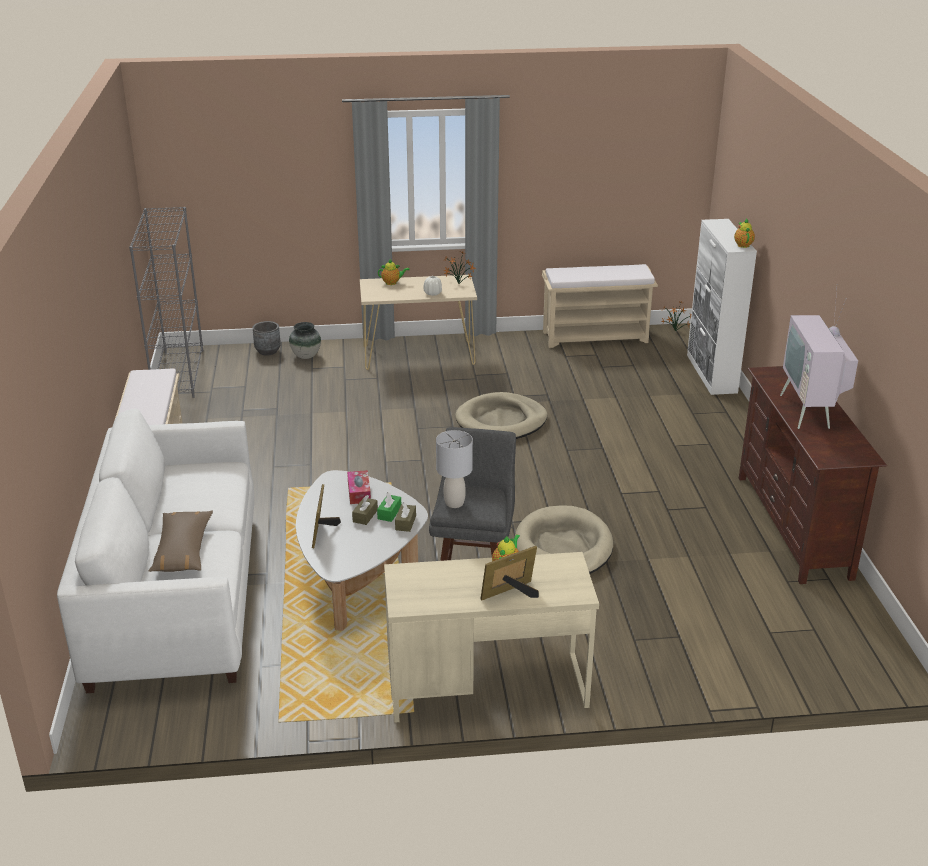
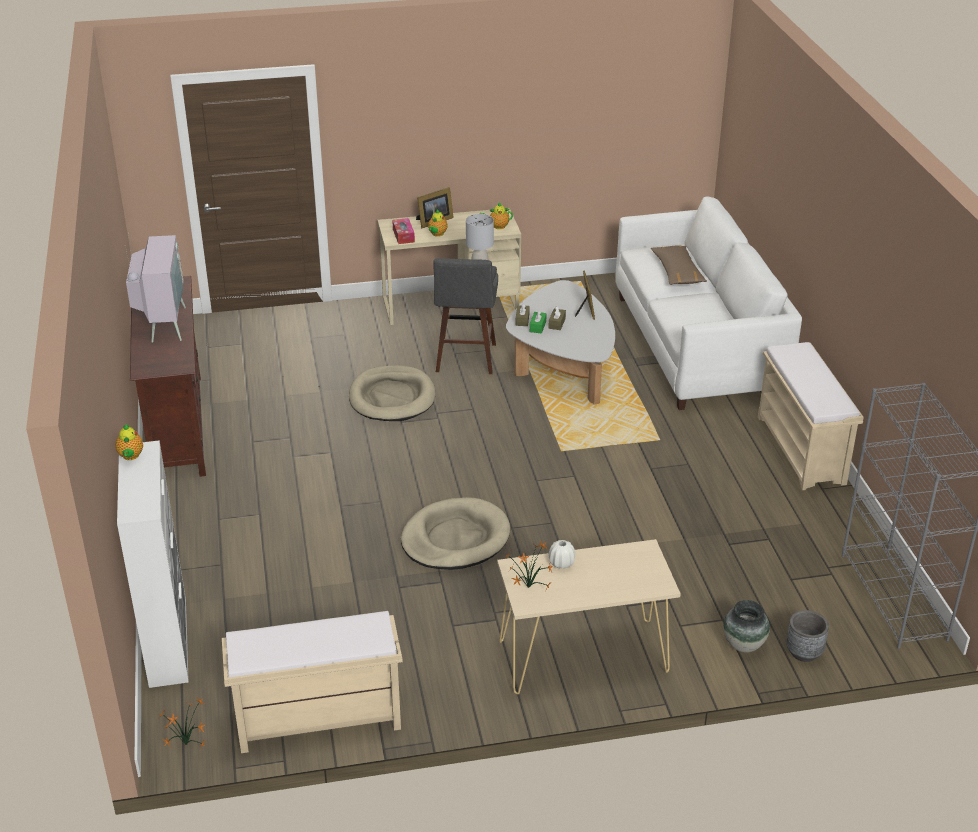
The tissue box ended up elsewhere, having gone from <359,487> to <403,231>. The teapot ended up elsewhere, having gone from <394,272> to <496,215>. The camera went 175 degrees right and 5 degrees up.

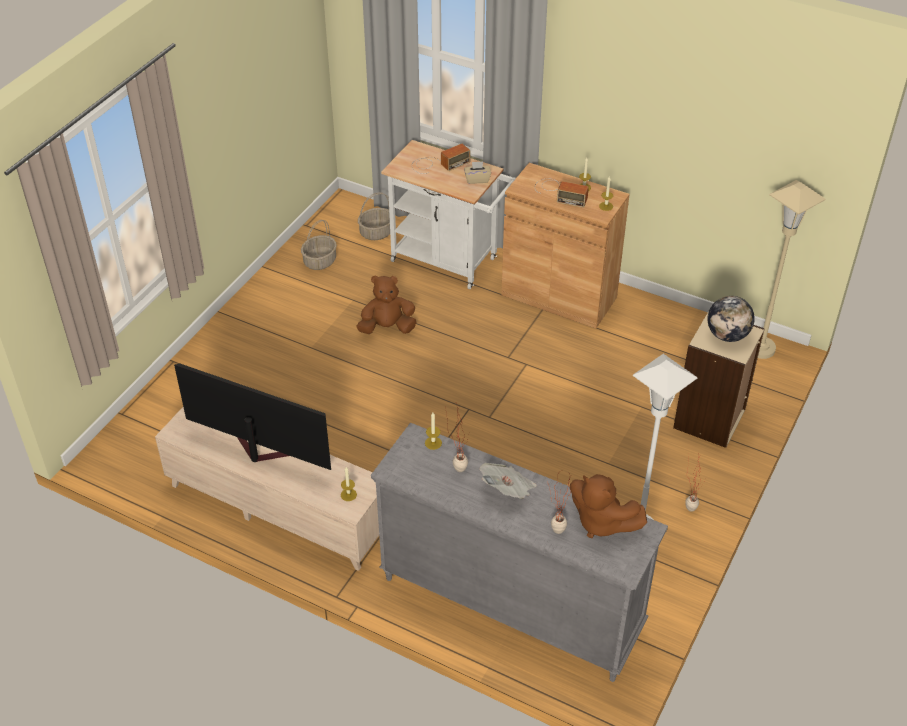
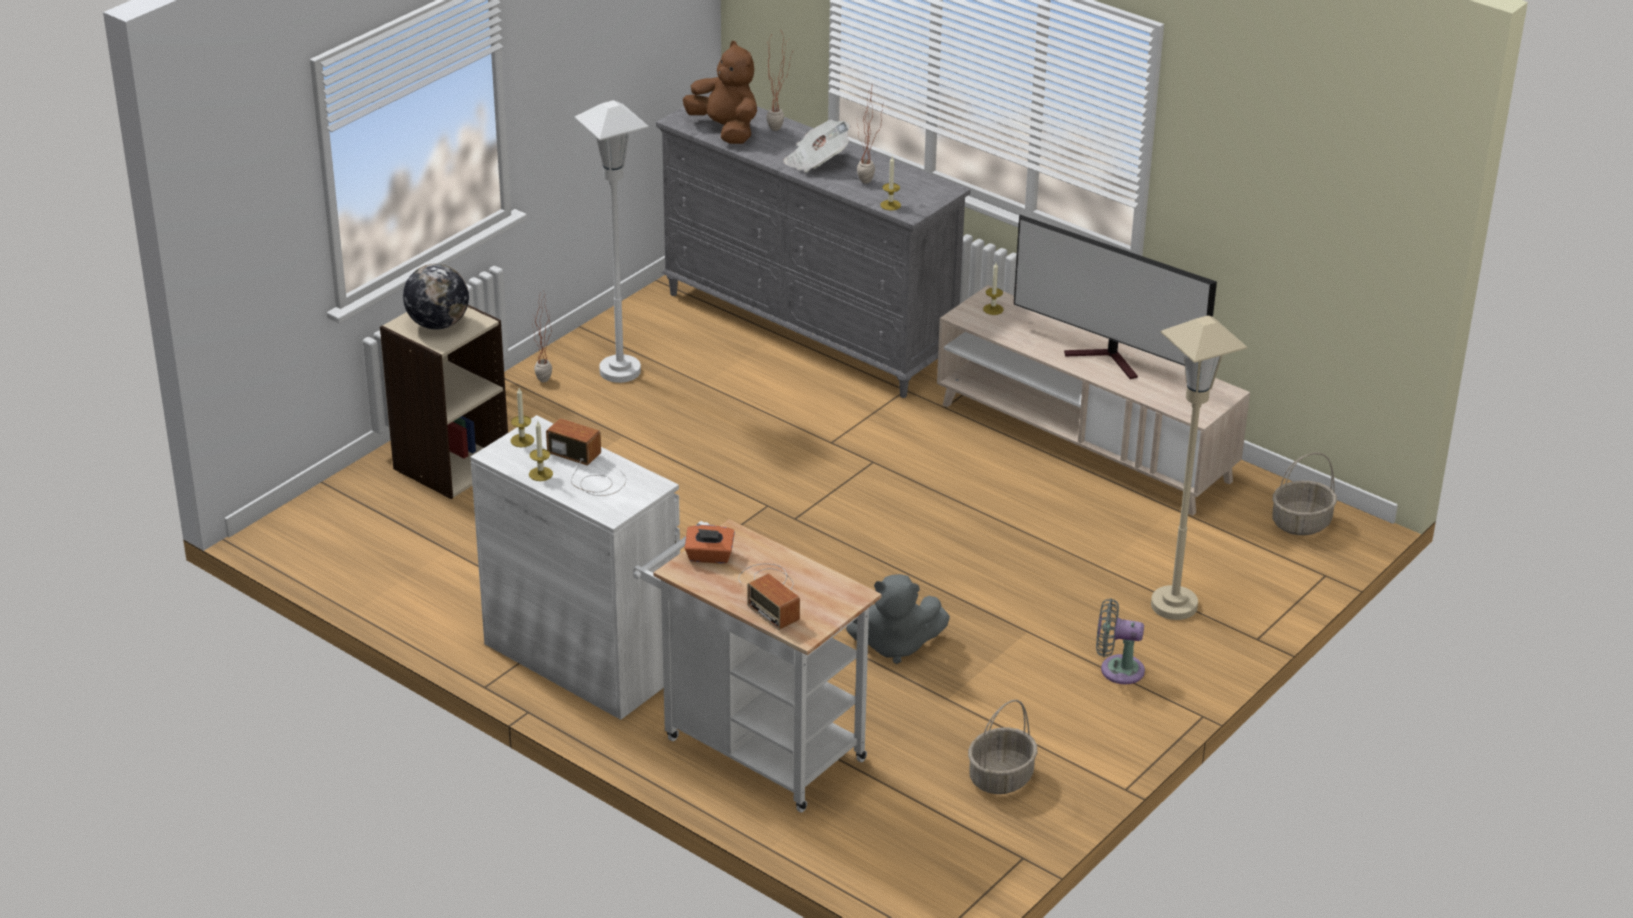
The second view gained the fan (grey) at <1120,641>. The basket ended up elsewhere, having gone from <374,216> to <1305,494>. The floor lamp (beige) ended up elsewhere, having gone from <792,269> to <1199,468>. What was the plush toy (brown) at <386,304> turned into the plush toy (grey) at <898,619>. What was the tissue box (beige) at <477,173> turned into the tissue box (orange) at <709,544>. What was the cabinet (brown) at <565,245> turned into the cabinet (white) at <575,567>. The radio at <441,159> ended up facing another way, 105 degrees counterclockwise from before. The camera went 170 degrees left and 10 degrees down.

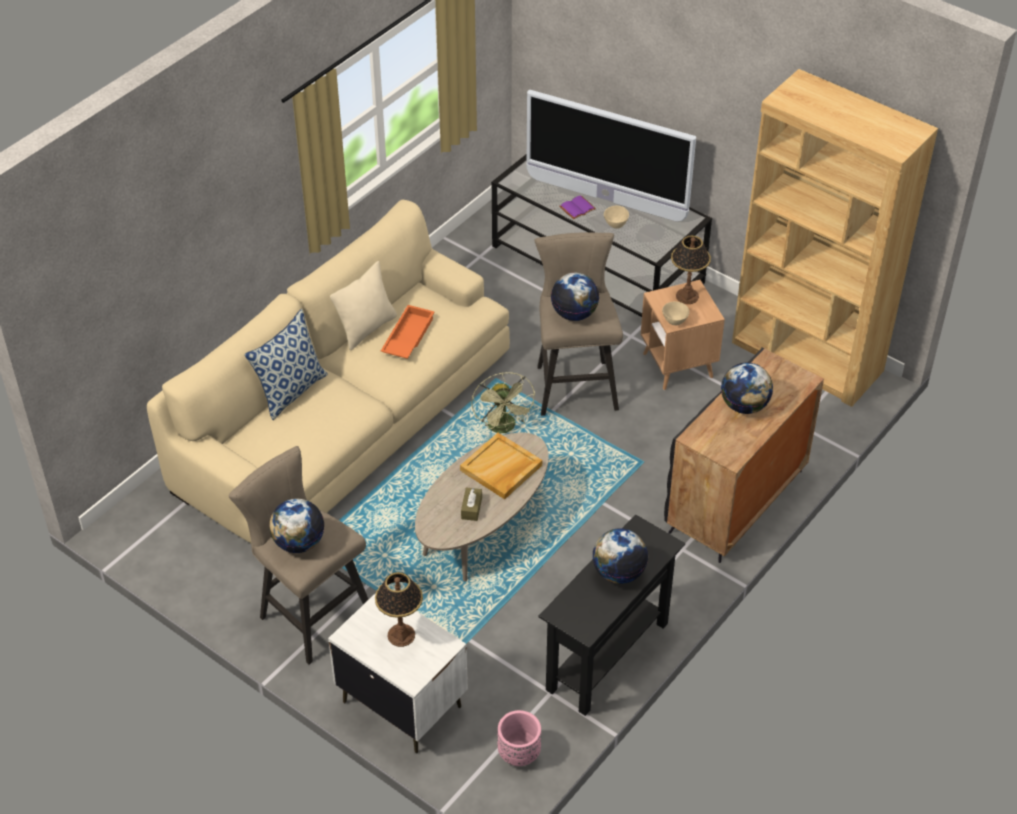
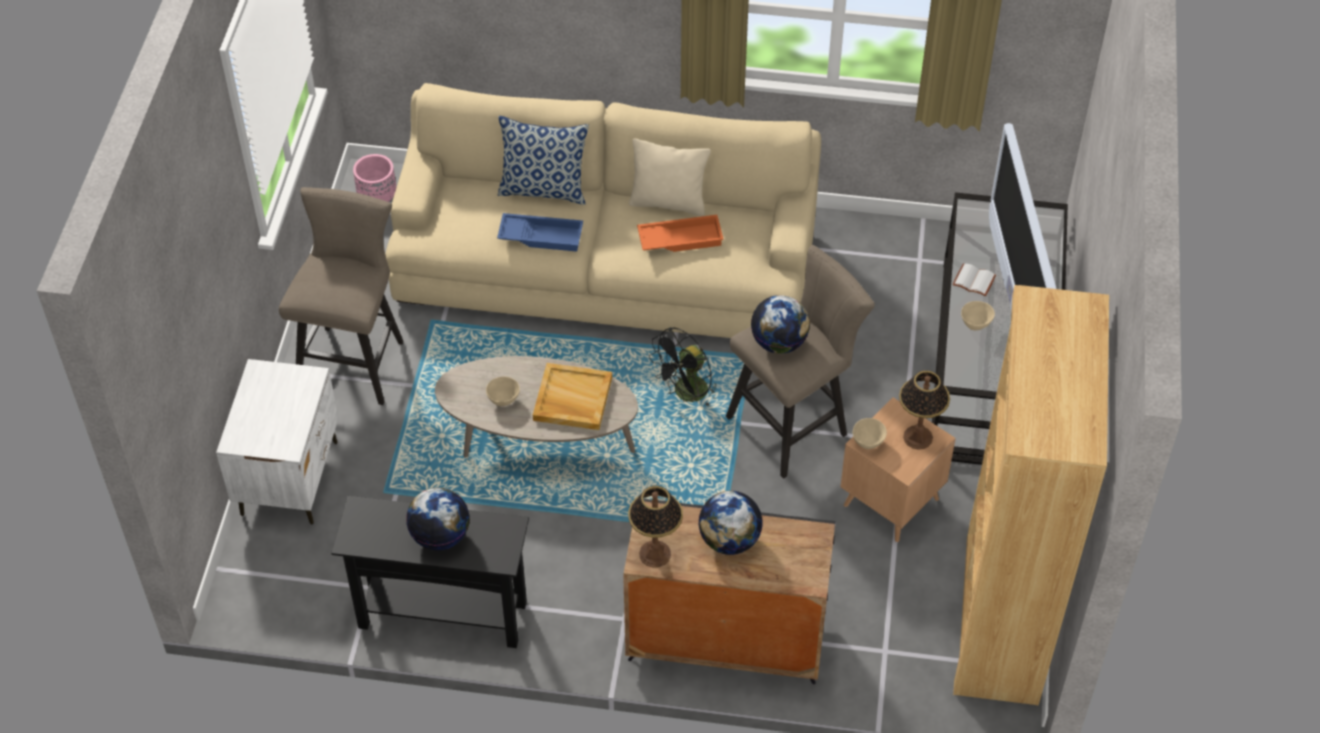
The second view lost the globe at <296,525>. The second view gained the tray (blue) at <540,232>. The table lamp ended up elsewhere, having gone from <399,609> to <655,527>. The planter (pink) ended up elsewhere, having gone from <519,738> to <374,178>. Where the tissue box (brown) stood at <471,504>, the bowl (beige) came to stand at <503,391>. What was the fan (green) at <503,402> turned into the fan (black) at <682,367>. What was the book (purple) at <577,207> turned into the book (white) at <974,280>. The camera went 60 degrees right and 5 degrees up.

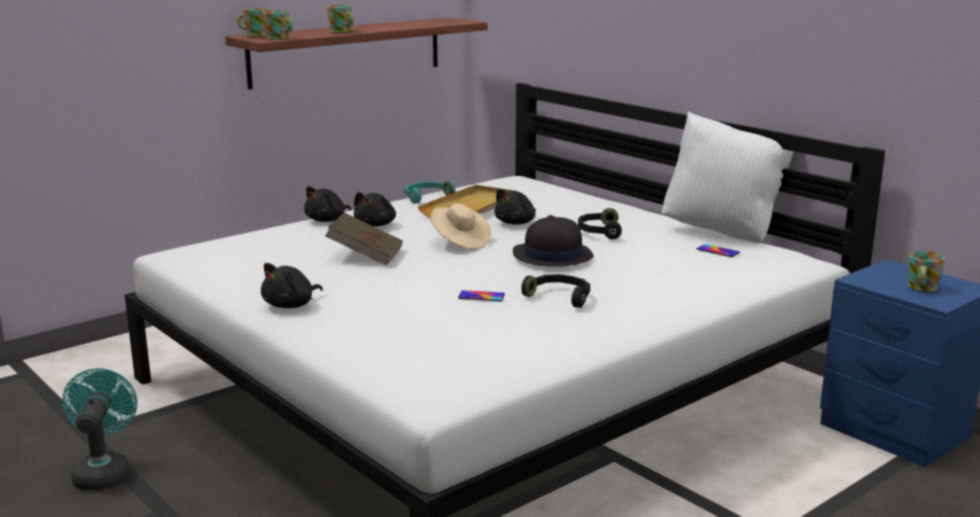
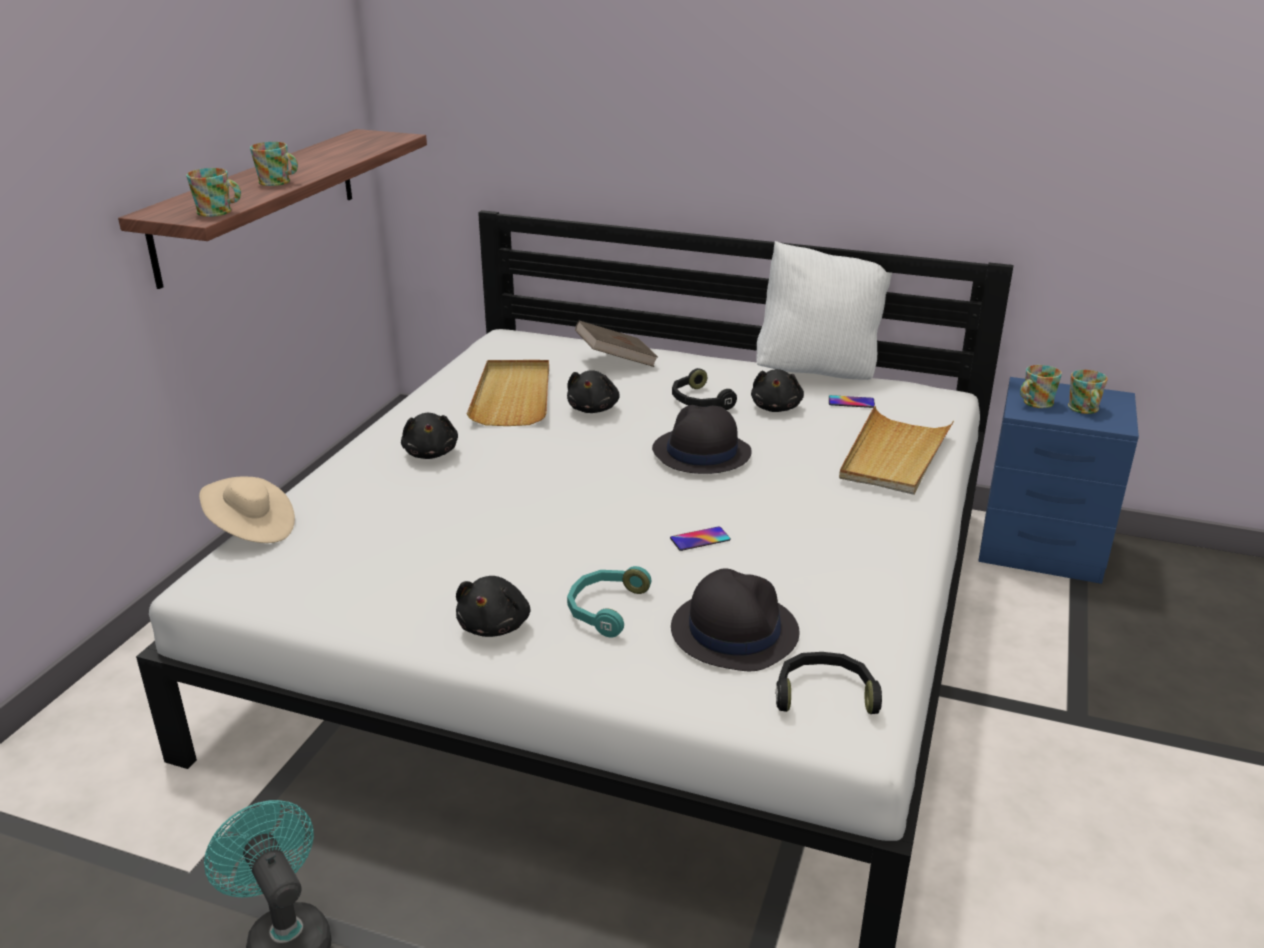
The second view gained the hat (black) at <735,619>. The second view gained the tray (beige) at <896,450>. The mug ended up elsewhere, having gone from <252,22> to <1041,386>. The plush toy (black) ended up elsewhere, having gone from <327,204> to <777,390>. The book (brown) ended up elsewhere, having gone from <364,239> to <616,343>. The headphones (turquoise) ended up elsewhere, having gone from <429,192> to <609,602>. The hat (beige) ended up elsewhere, having gone from <460,226> to <247,510>. The headphones (black) ended up elsewhere, having gone from <555,291> to <829,683>. The camera went 30 degrees left and 10 degrees up.

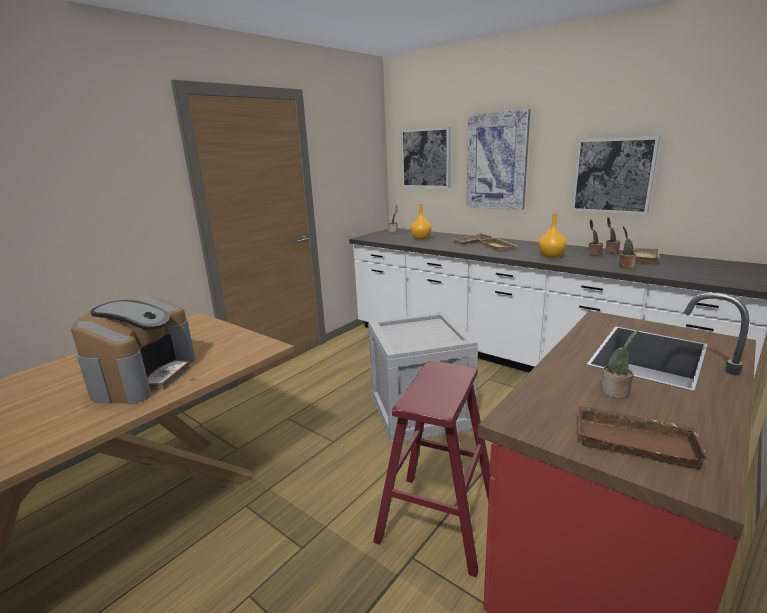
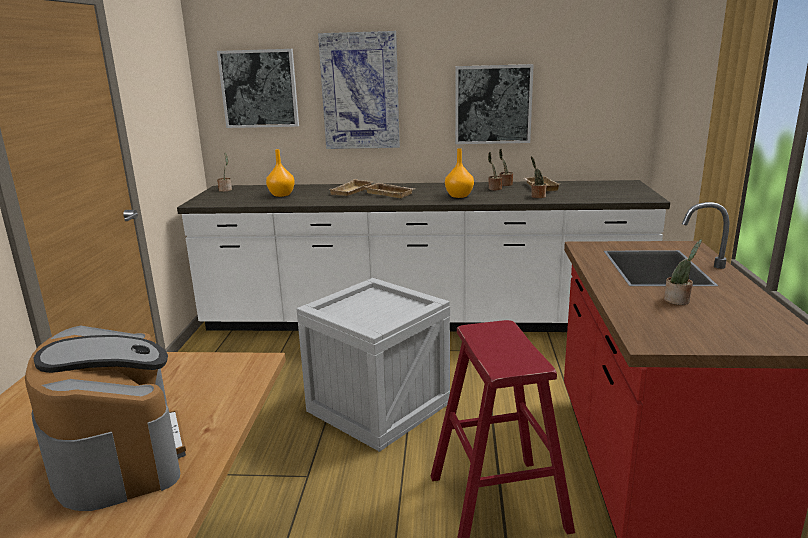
The second view lost the tray (brown) at <643,437>. The camera went 35 degrees left and 0 degrees up.

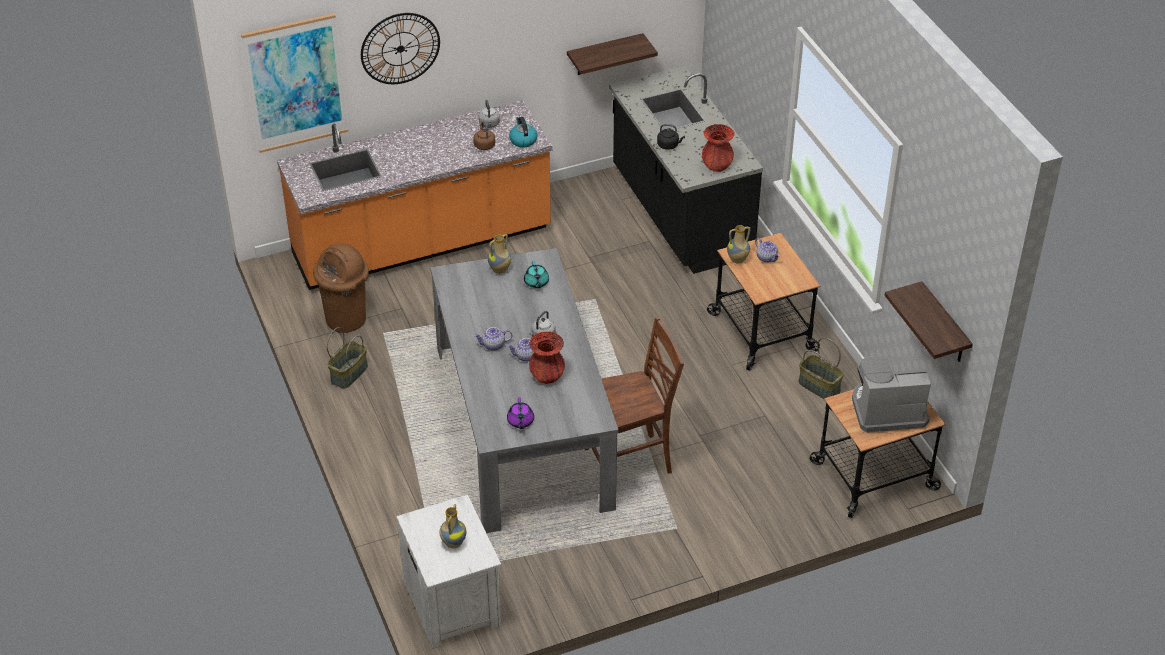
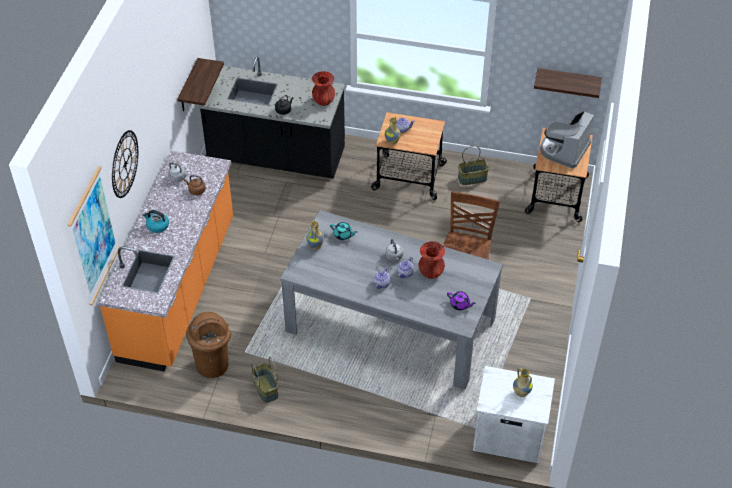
The kettle ended up elsewhere, having gone from <523,132> to <156,221>. The camera went 55 degrees left and 5 degrees up.

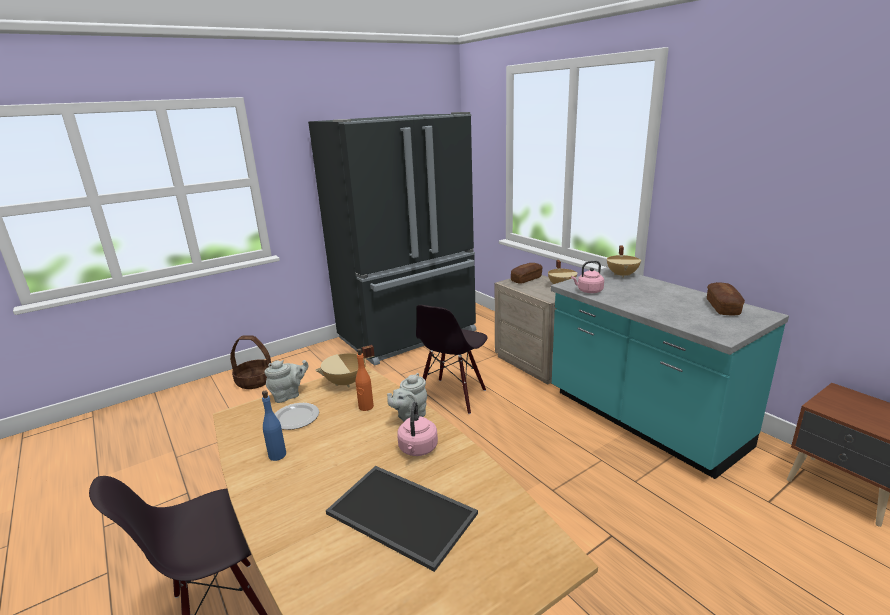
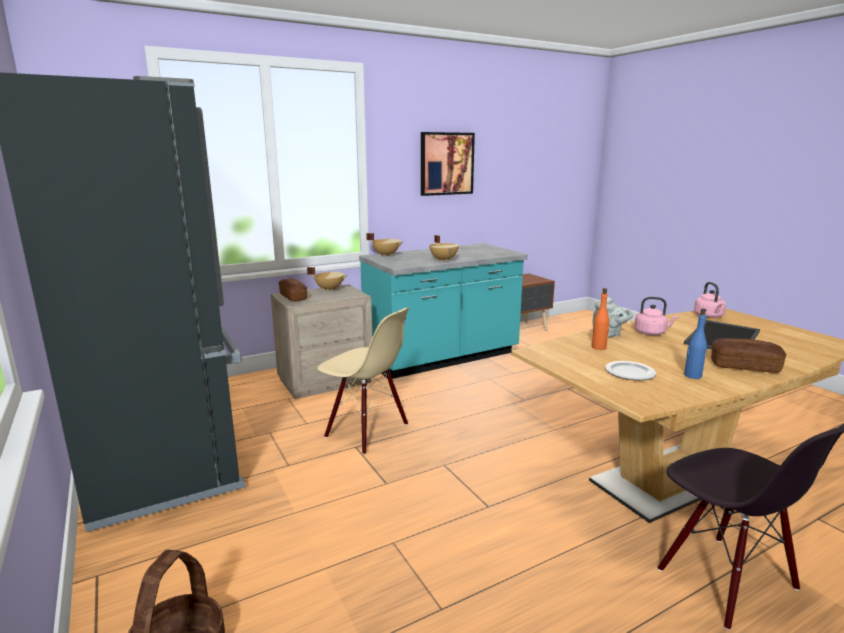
The second view lost the teapot (grey) at <286,381>. The second view gained the picture at <448,164>. The cooking pot (beige) ended up elsewhere, having gone from <344,366> to <444,248>. The kettle (pink) ended up elsewhere, having gone from <587,277> to <710,300>. The bread ended up elsewhere, having gone from <726,298> to <748,355>. What was the chair (black) at <451,359> turned into the chair (beige) at <363,381>. The camera went 85 degrees left and 5 degrees down.

